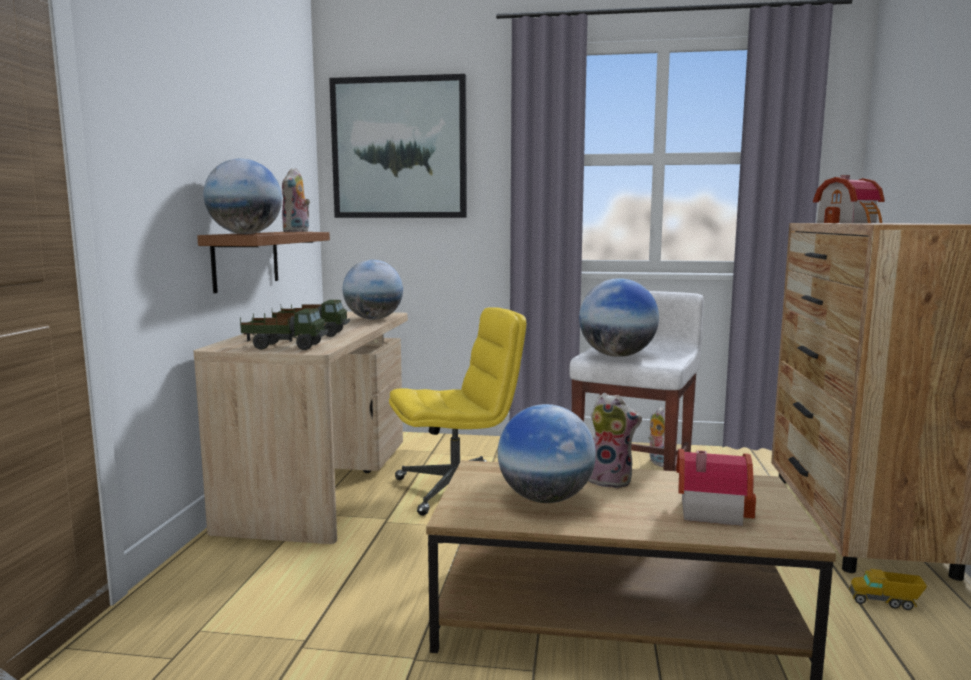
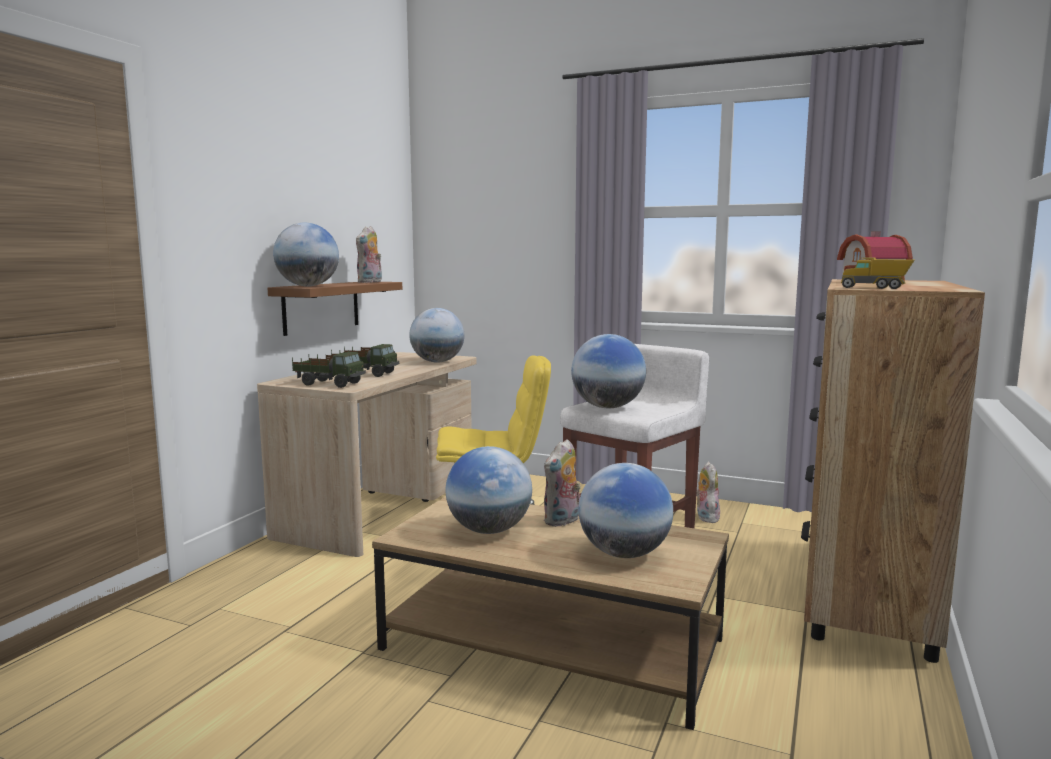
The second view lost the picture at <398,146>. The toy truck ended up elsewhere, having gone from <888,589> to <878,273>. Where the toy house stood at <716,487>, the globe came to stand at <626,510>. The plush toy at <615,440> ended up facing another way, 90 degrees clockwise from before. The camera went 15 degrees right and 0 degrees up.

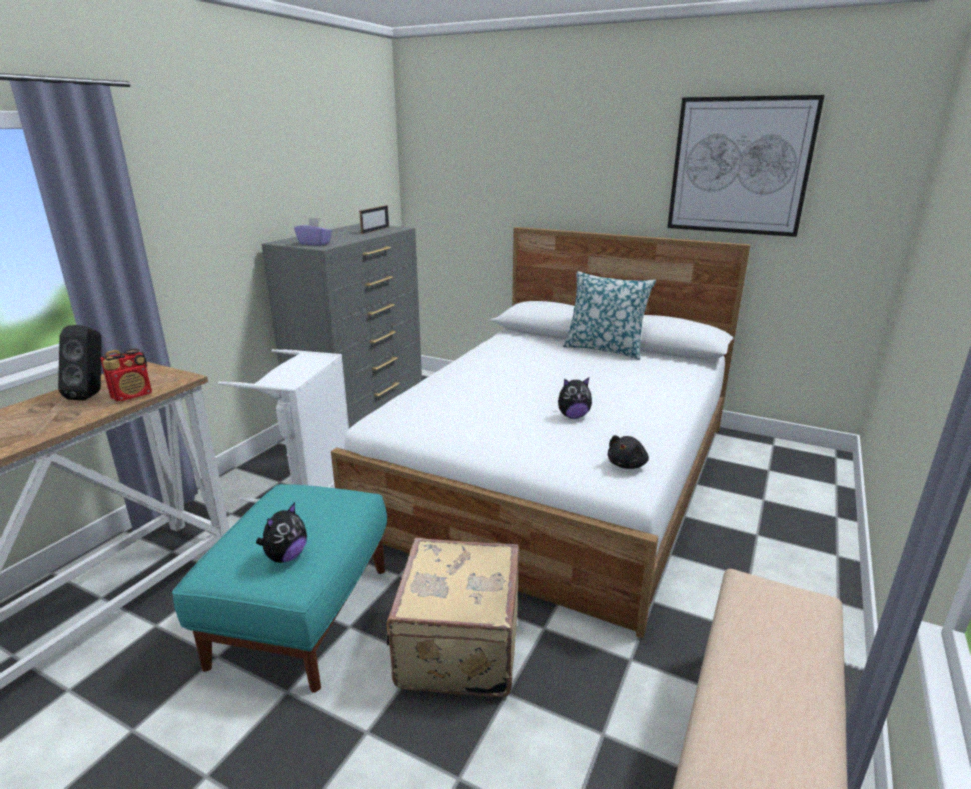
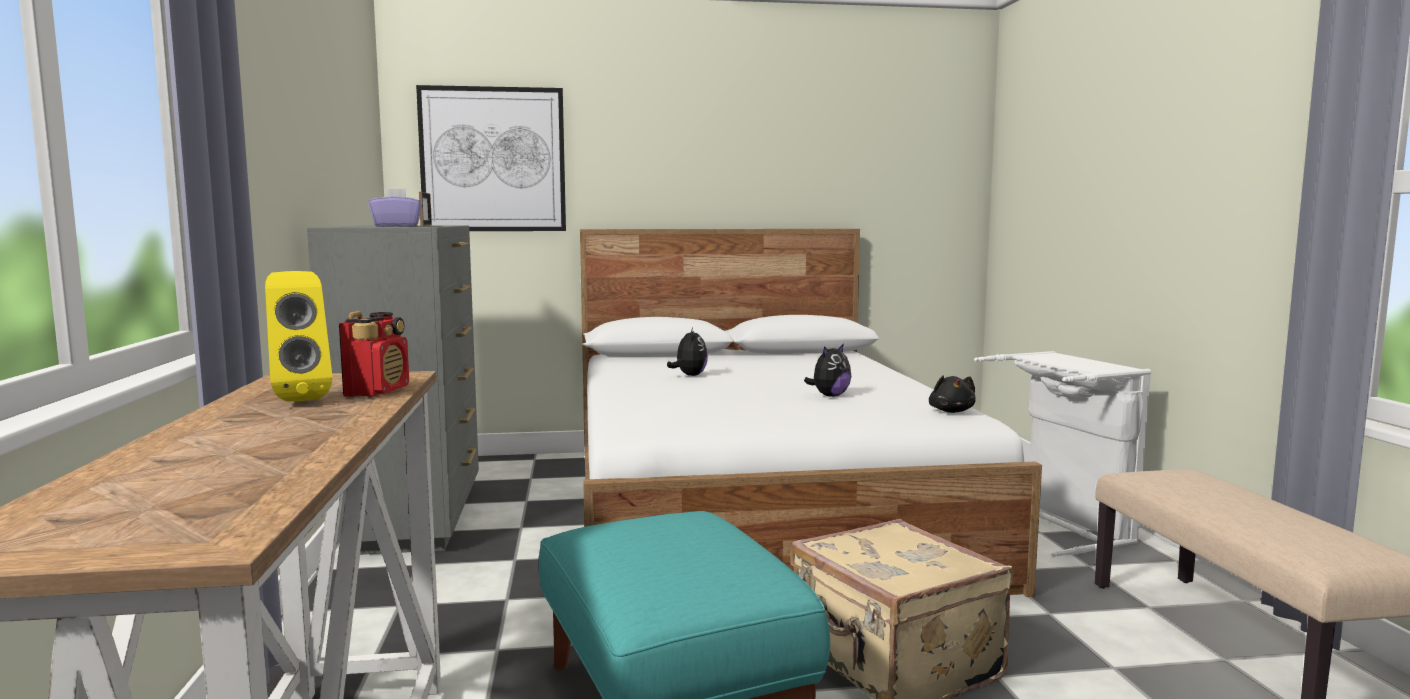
The second view lost the pillow at <609,315>. The laundry basket (white) ended up elsewhere, having gone from <283,426> to <1062,454>. The plush toy ended up elsewhere, having gone from <281,532> to <687,352>. The picture ended up elsewhere, having gone from <746,166> to <491,158>. What was the speaker (black) at <80,362> turned into the speaker (yellow) at <299,336>. The camera went 35 degrees left and 15 degrees down.

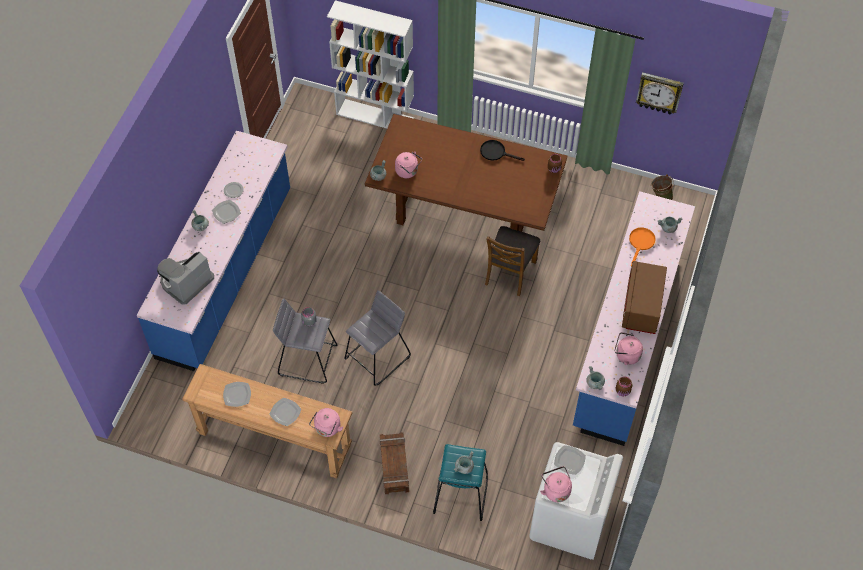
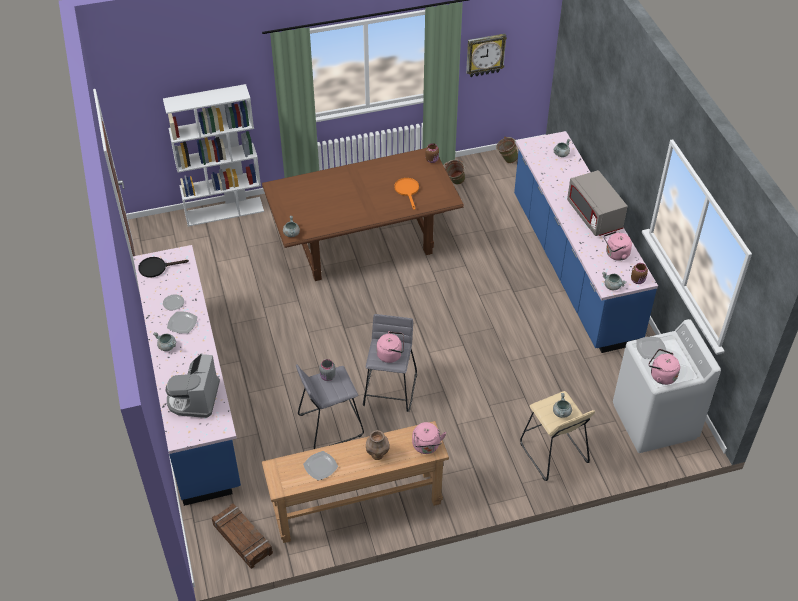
The second view lost the chair (brown) at <512,261>. The second view gained the bucket (green) at <455,172>. The crate ended up elsewhere, having gone from <394,463> to <242,536>. The kettle (pink) ended up elsewhere, having gone from <408,164> to <390,347>. The frying pan (black) ended up elsewhere, having gone from <502,150> to <163,267>. The frying pan (orange) ended up elsewhere, having gone from <642,247> to <406,194>. Where the plate stood at <285,412>, the vase (brown) came to stand at <378,445>. What was the stool (turquoise) at <460,482> turned into the stool (beige) at <557,436>. What was the microwave (brown) at <644,297> turned into the microwave (grey) at <597,203>. The camera went 35 degrees left and 10 degrees down.

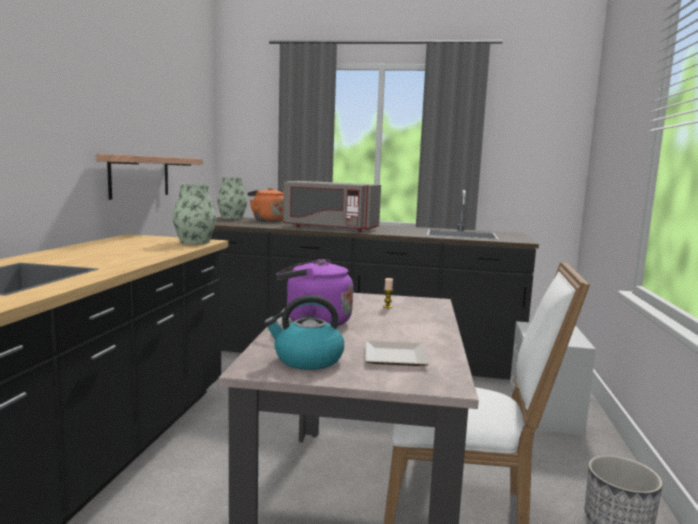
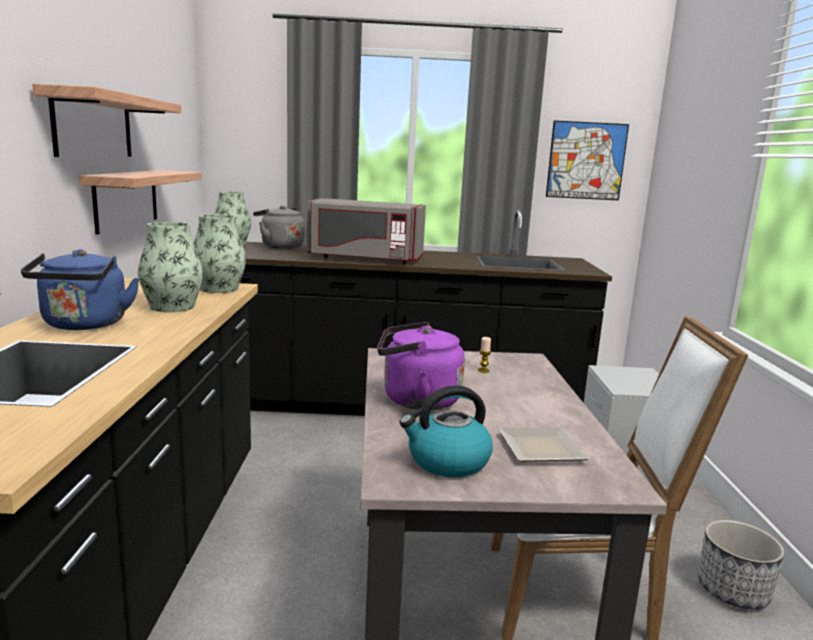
The second view gained the kettle (blue) at <80,289>. The second view gained the shelf at <106,120>. The second view gained the vase at <170,267>. The second view gained the picture at <587,160>. What was the kettle (orange) at <265,205> turned into the kettle (grey) at <278,227>. The camera went 10 degrees left and 5 degrees up.

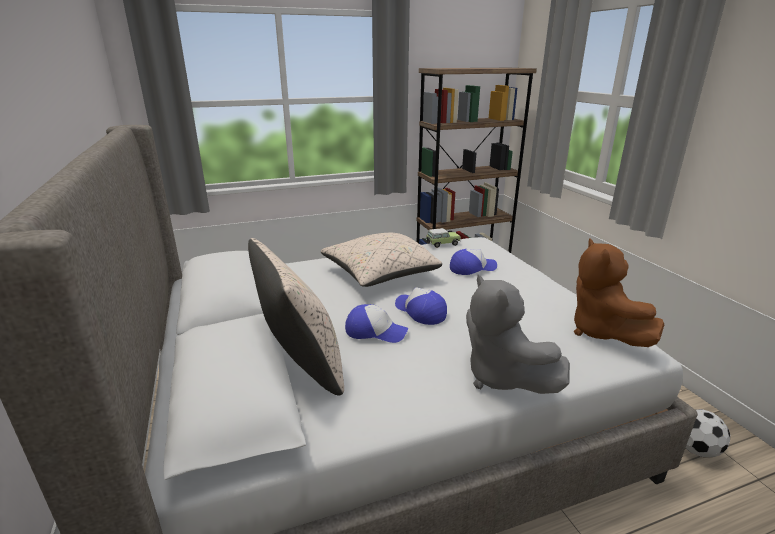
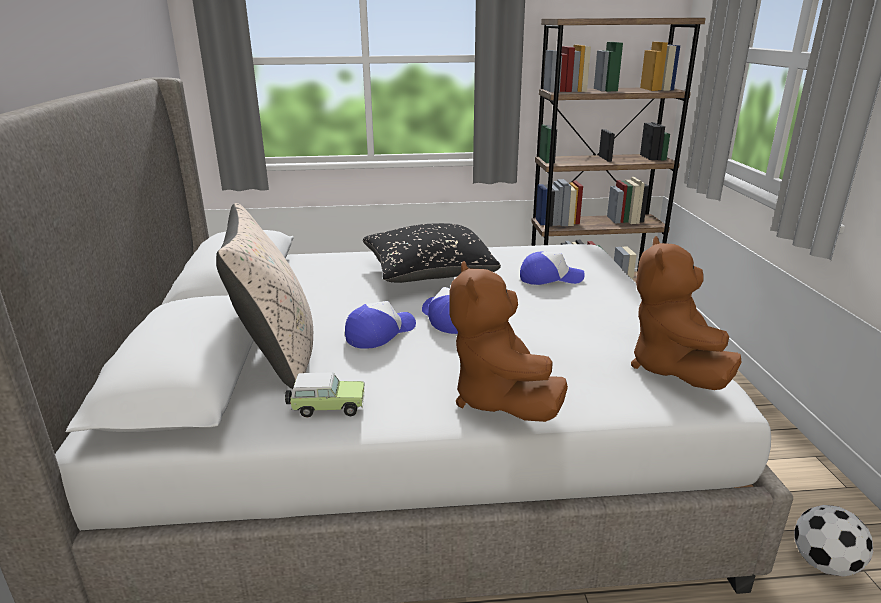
The toy car ended up elsewhere, having gone from <443,238> to <325,395>. What was the pillow (beige) at <381,260> turned into the pillow (black) at <432,253>. What was the plush toy (grey) at <518,334> turned into the plush toy (brown) at <508,341>. The cap at <376,323> ended up facing another way, 75 degrees counterclockwise from before. The camera went 15 degrees right and 0 degrees up.

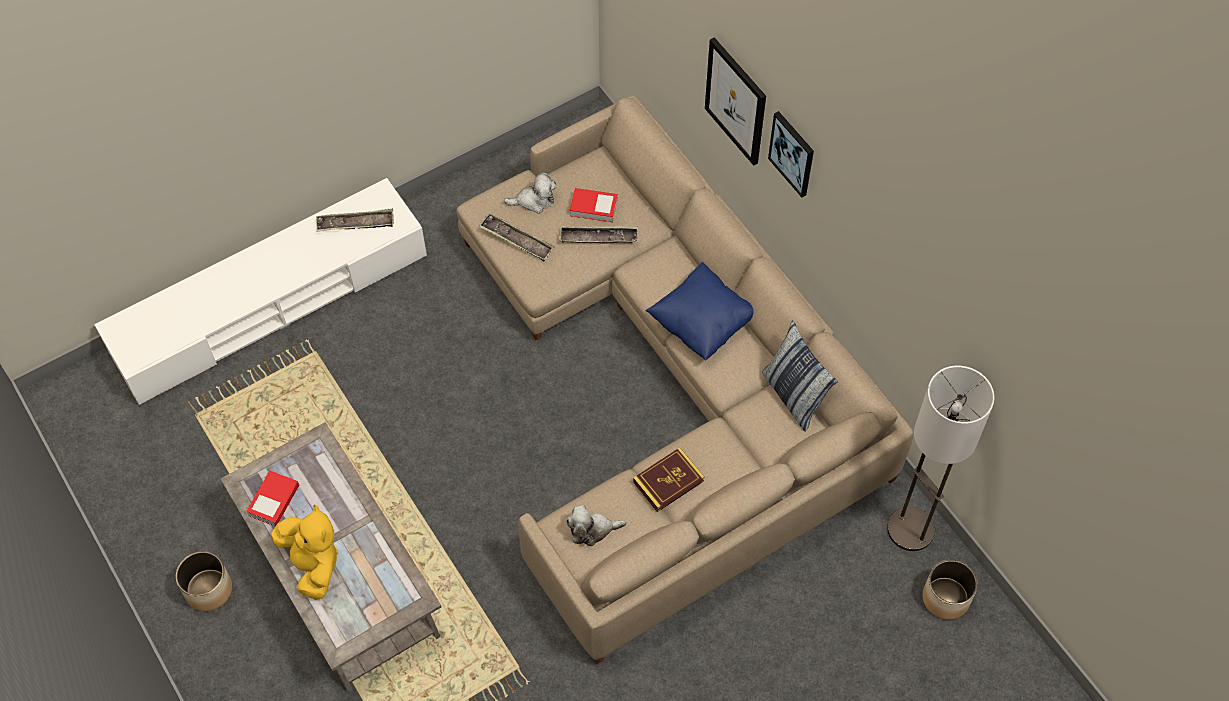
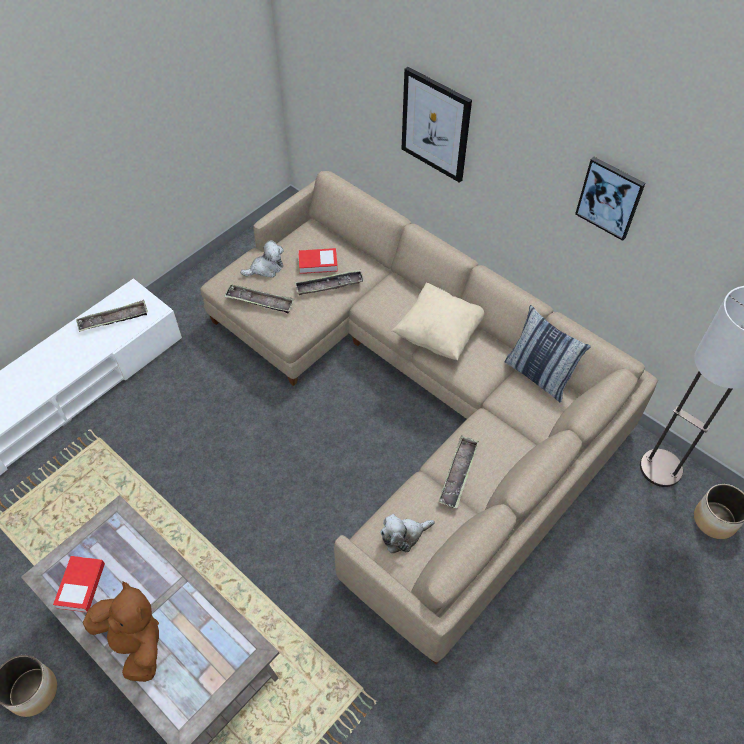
The picture ended up elsewhere, having gone from <791,154> to <610,199>. Where the book stood at <668,480>, the tray came to stand at <458,472>. What was the plush toy (yellow) at <304,552> turned into the plush toy (brown) at <121,631>. What was the pillow (blue) at <699,311> turned into the pillow (beige) at <437,321>. The camera went 15 degrees left and 5 degrees down.

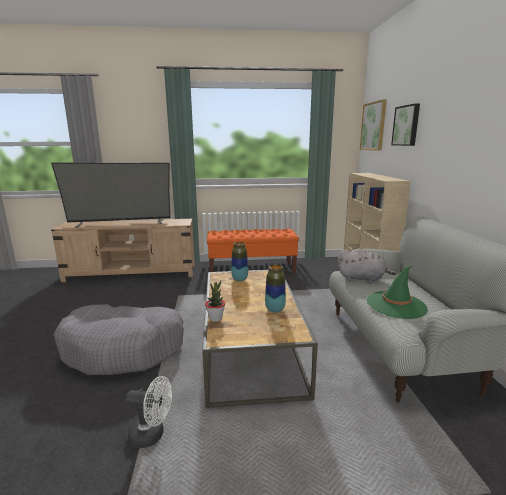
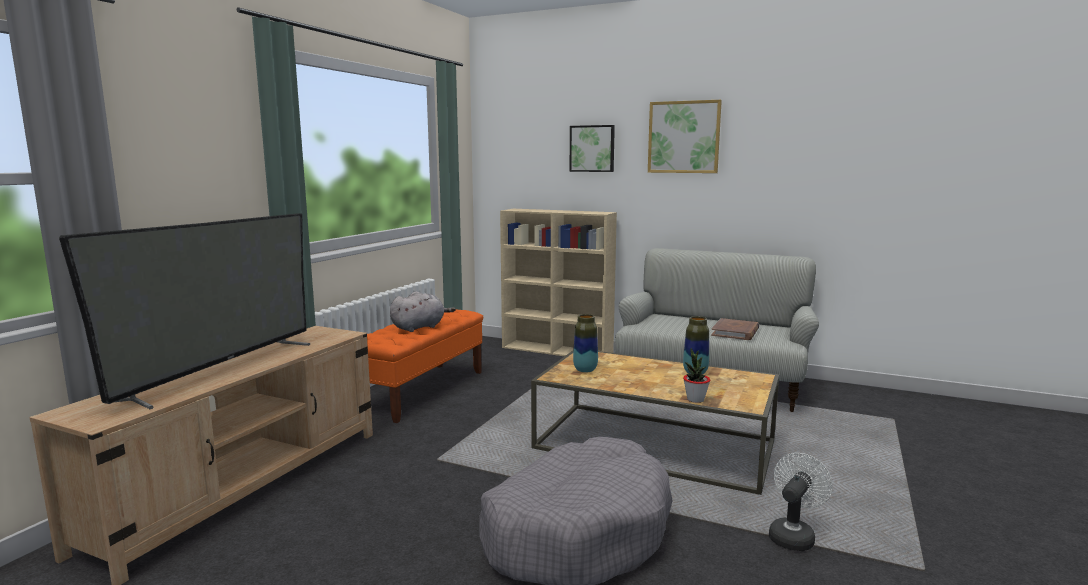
The plush toy (grey) ended up elsewhere, having gone from <367,266> to <423,311>. The picture ended up elsewhere, having gone from <373,125> to <685,136>. Where the hat (green) stood at <397,292>, the book (brown) came to stand at <735,329>. The camera went 60 degrees left and 5 degrees down.

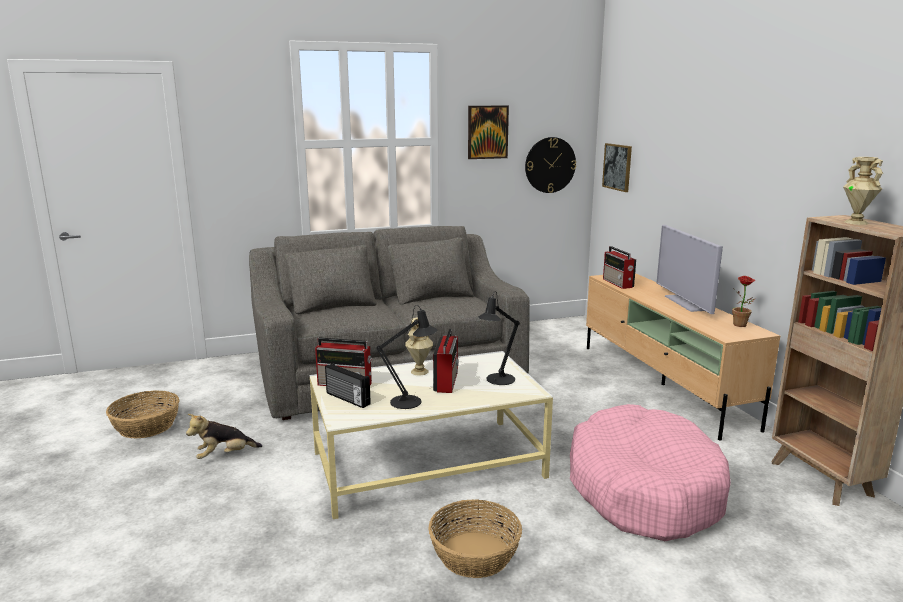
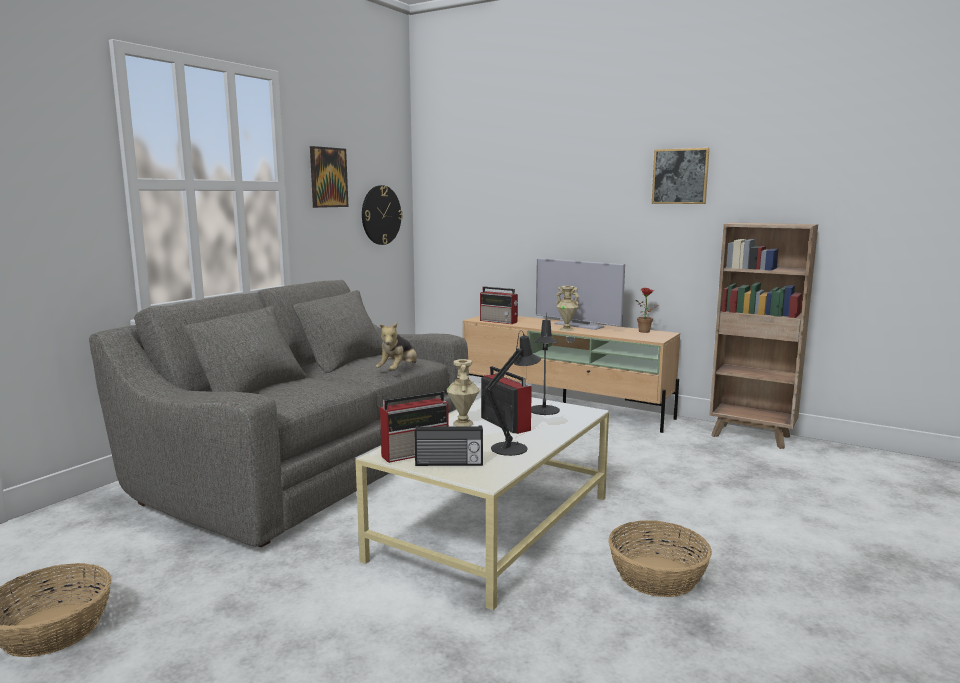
The second view lost the dog bed (pink) at <650,472>. The plush toy ended up elsewhere, having gone from <224,436> to <396,346>. The picture ended up elsewhere, having gone from <617,167> to <681,176>. The vase (beige) ended up elsewhere, having gone from <863,191> to <567,308>. The camera went 40 degrees left and 5 degrees down.

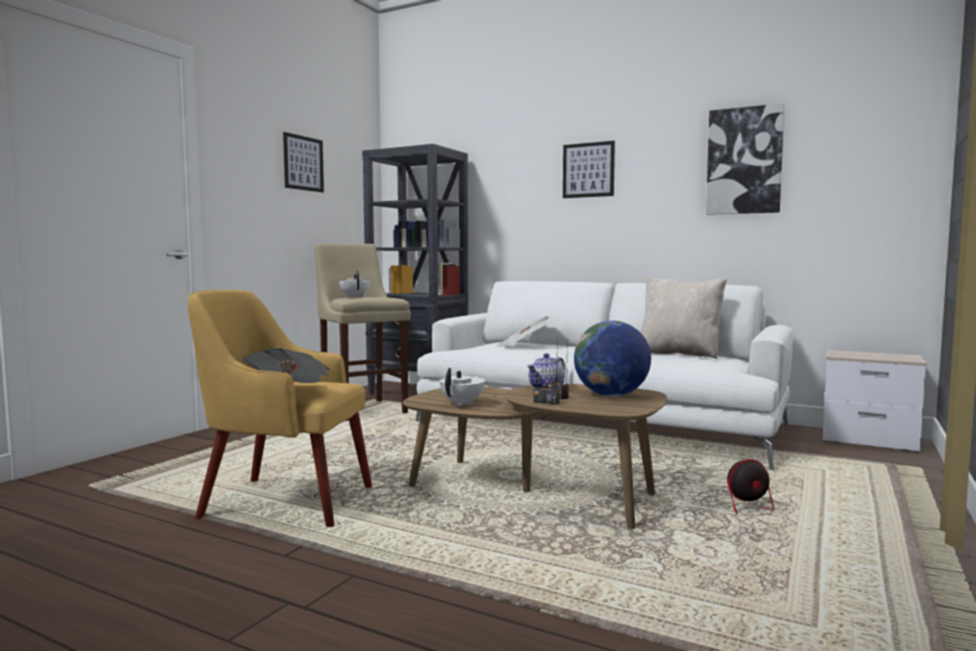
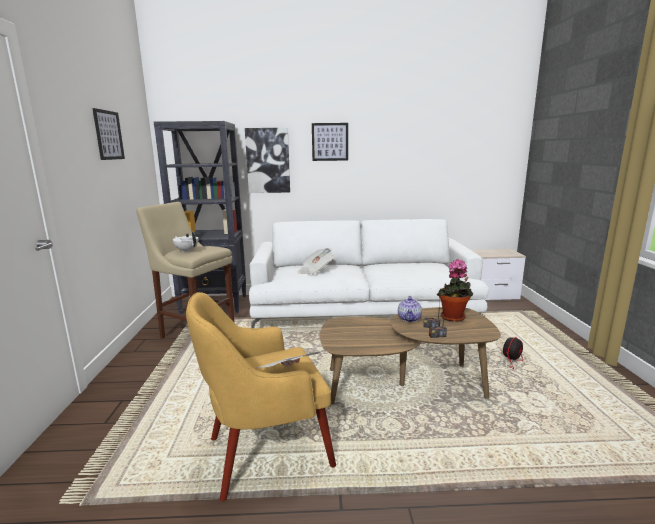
The second view lost the teapot (white) at <462,387>. The second view lost the pillow (beige) at <684,318>. The picture ended up elsewhere, having gone from <745,159> to <267,160>. Where the globe stood at <612,358>, the potted plant came to stand at <455,290>. The camera went 30 degrees left and 10 degrees up.

